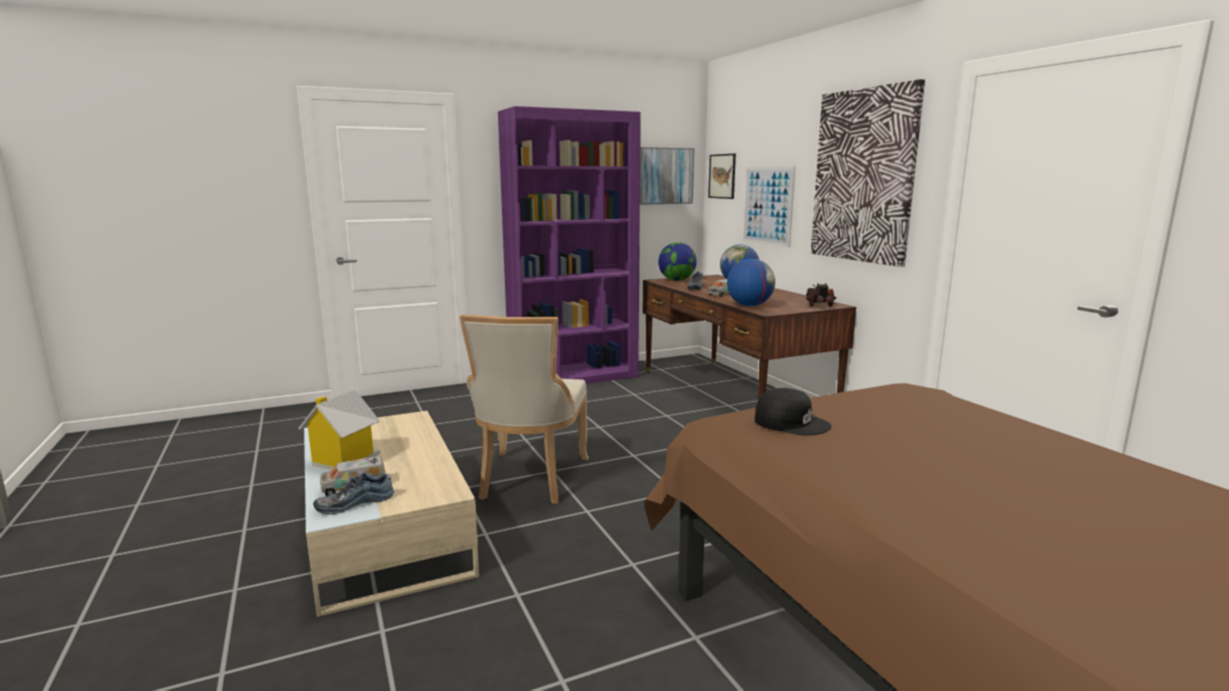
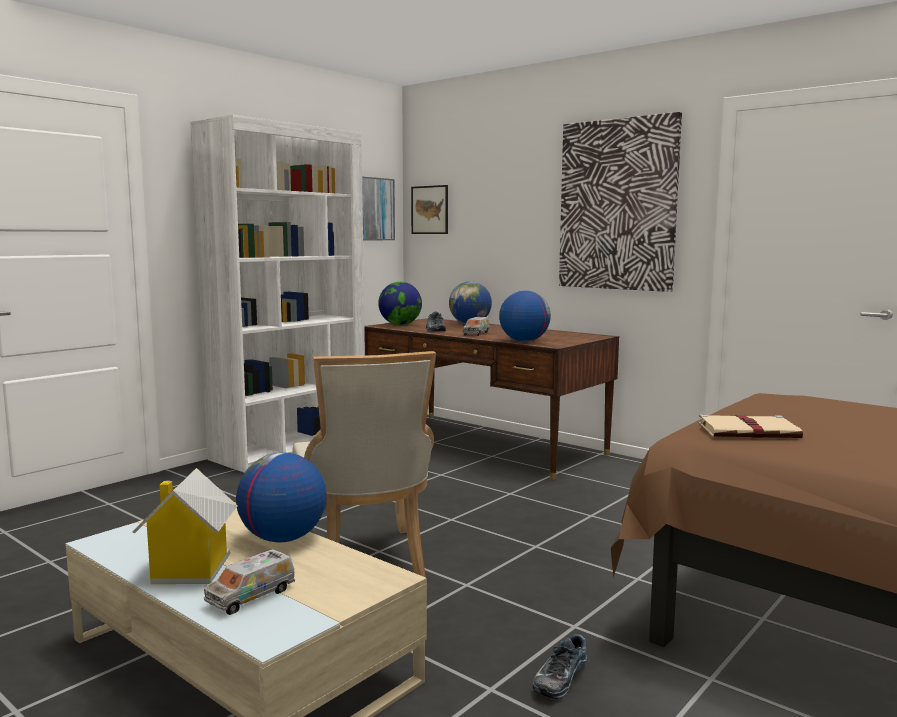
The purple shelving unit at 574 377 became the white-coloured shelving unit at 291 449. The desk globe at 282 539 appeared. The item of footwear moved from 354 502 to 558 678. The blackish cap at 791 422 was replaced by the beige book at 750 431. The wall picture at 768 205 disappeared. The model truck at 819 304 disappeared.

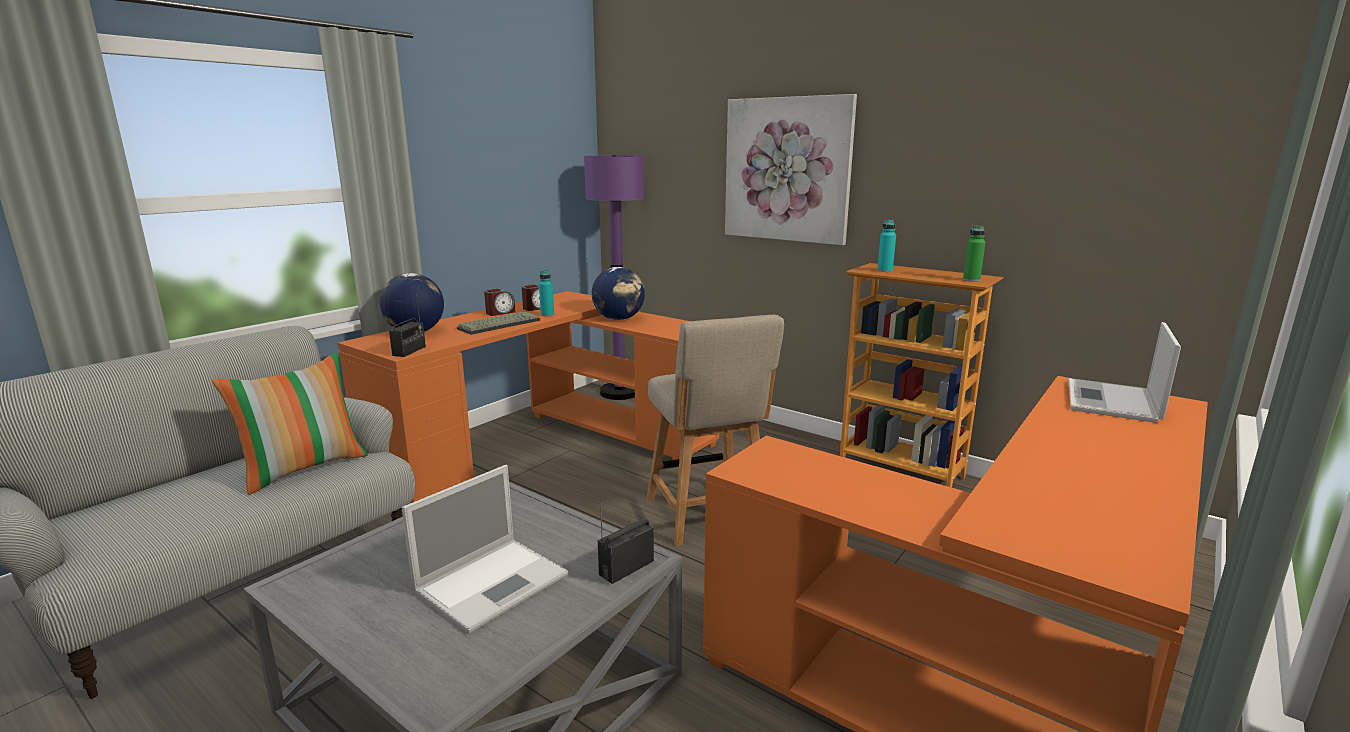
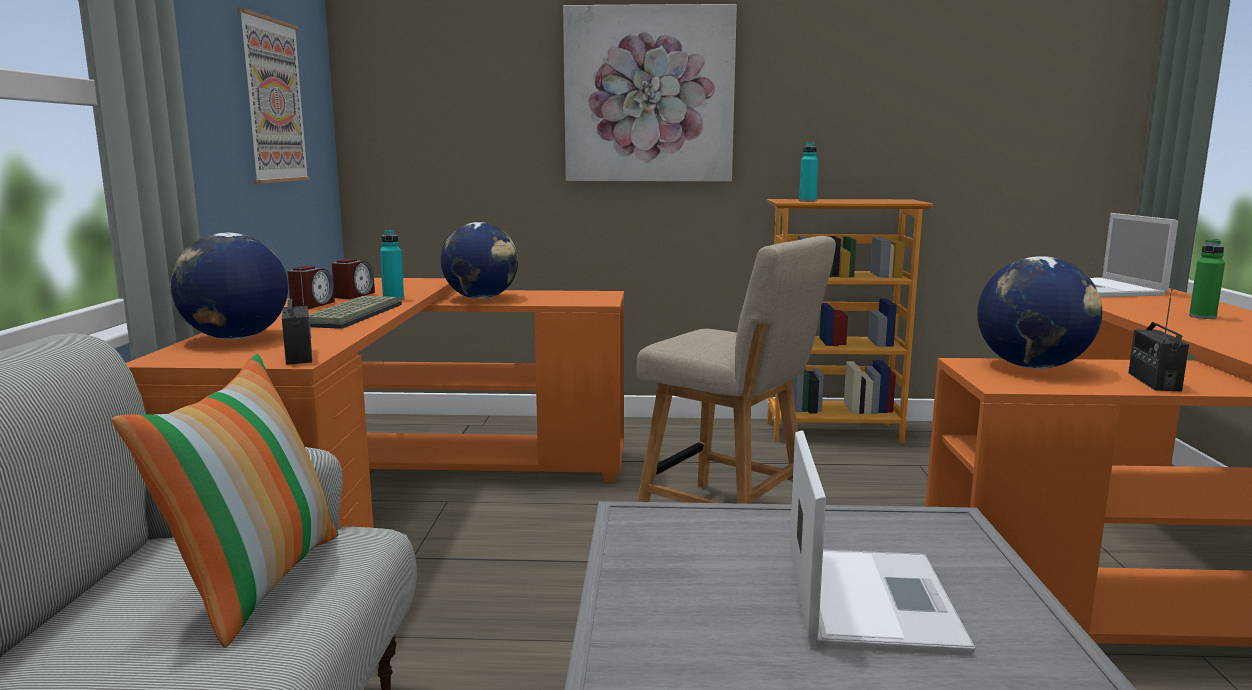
The wall picture at 273 101 appeared. The desk globe at 1032 367 appeared. The radio receiver moved from 626 567 to 1153 382. The green-coloured beverage bottle moved from 971 280 to 1202 317. The purple standard lamp at 620 392 disappeared.

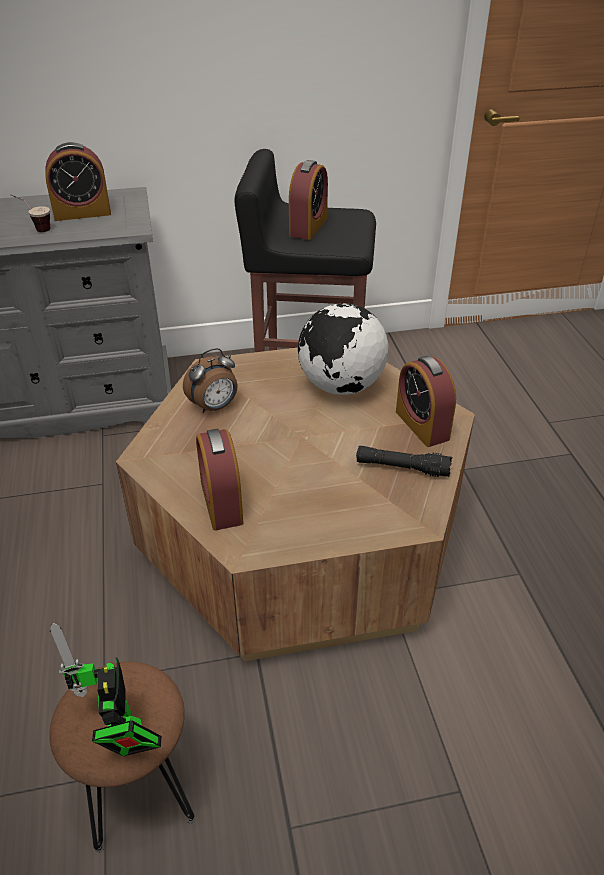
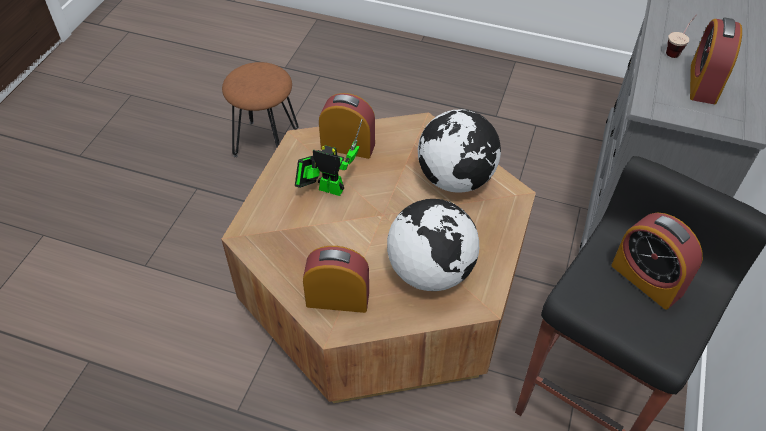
The toy robot moved from 121 735 to 327 188. The table clock at 214 407 was replaced by the desk globe at 456 179. The blackish hand torch at 402 468 disappeared.

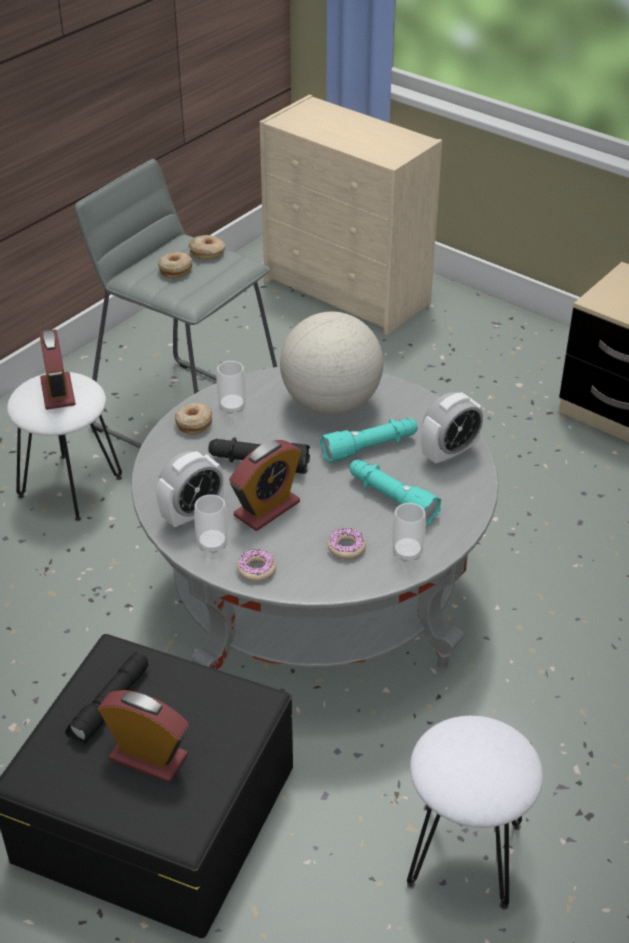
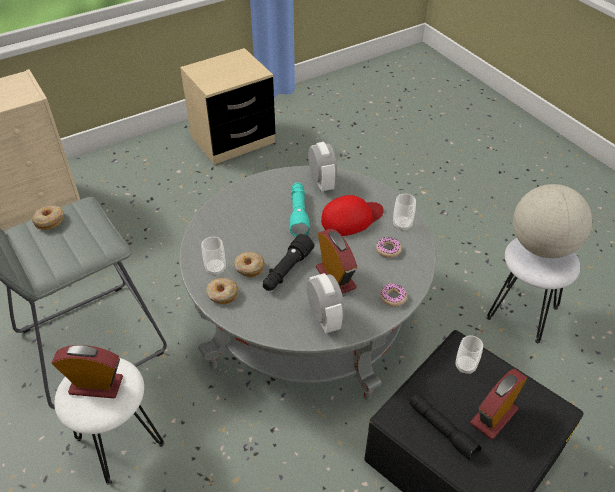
The ring doughnut moved from 175 270 to 249 268. The turquoise-coloured hand torch at 391 499 was replaced by the red-coloured cap at 351 218. The drinking cup moved from 212 544 to 465 366. The desk globe moved from 331 404 to 542 246.

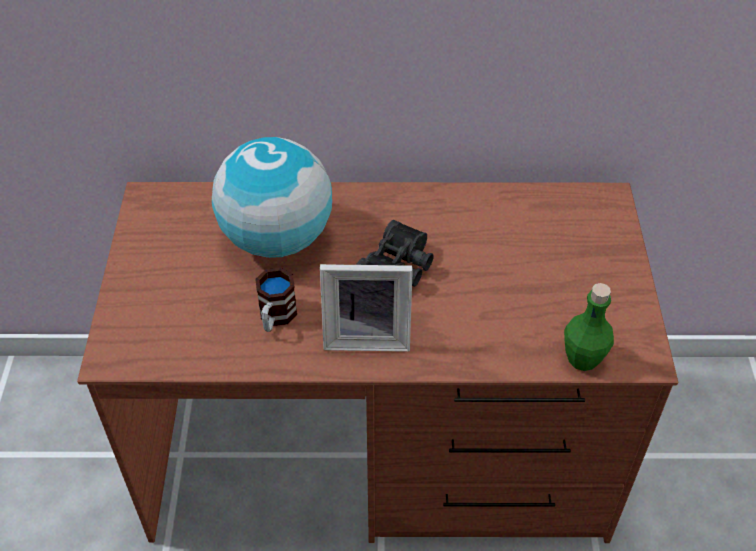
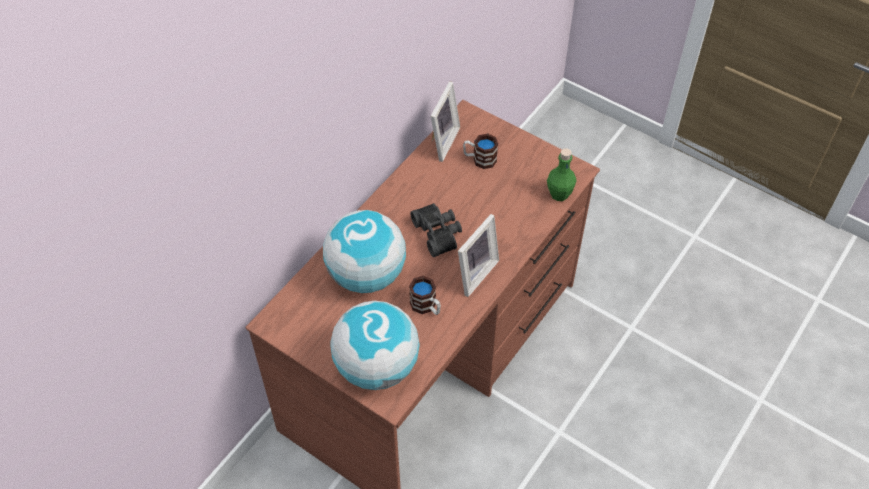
The desk globe at 376 366 appeared. The photo frame at 440 141 appeared. The tea mug at 479 159 appeared.

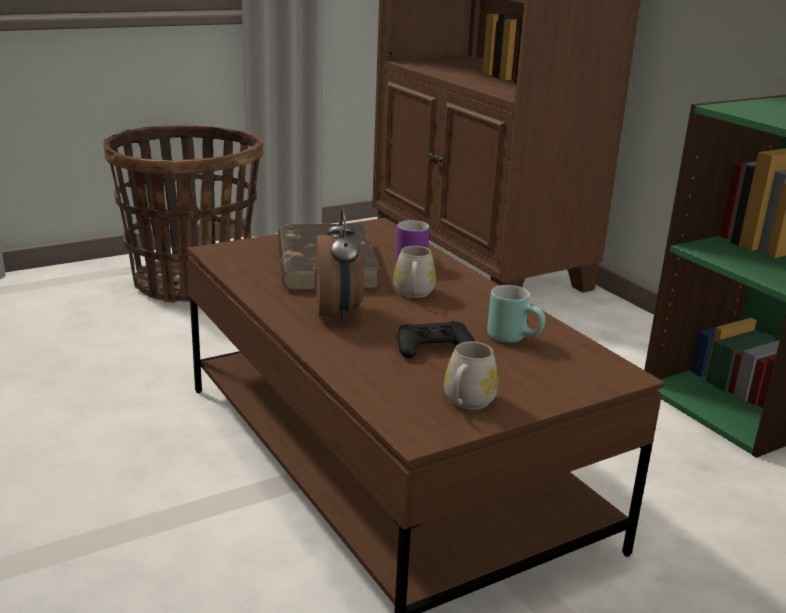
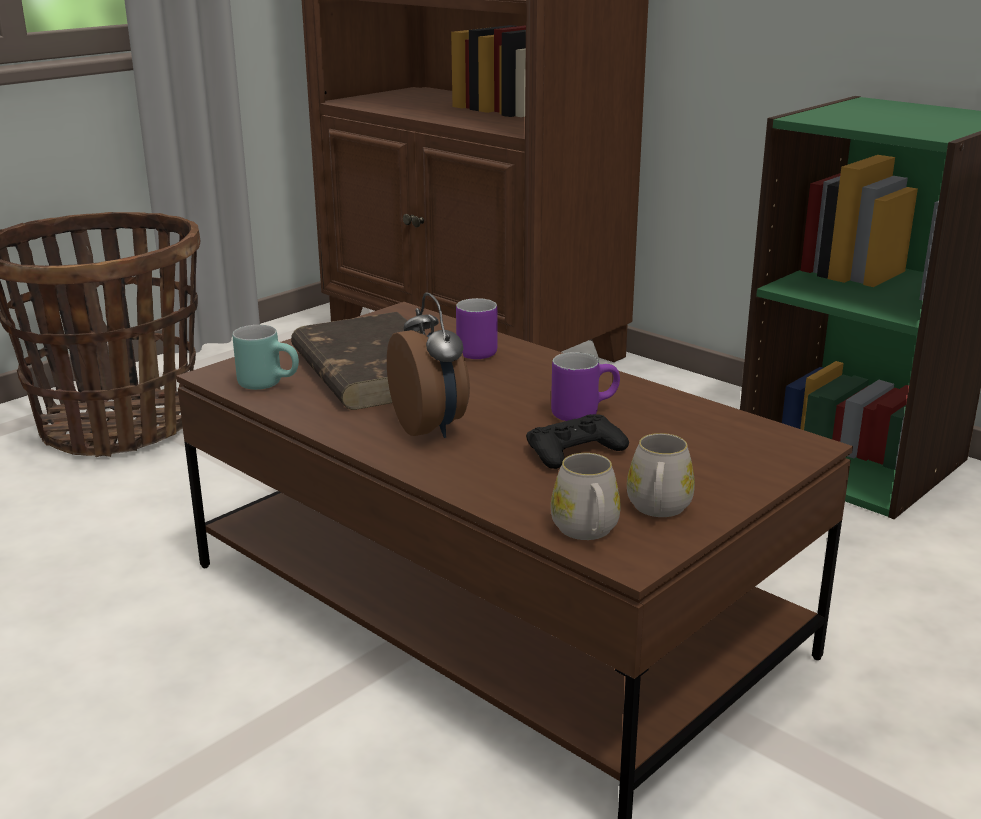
The turquoise-coloured tea mug moved from 515 338 to 270 383. The purple tea mug at 583 412 appeared. The white-coloured tea mug moved from 413 294 to 587 531.

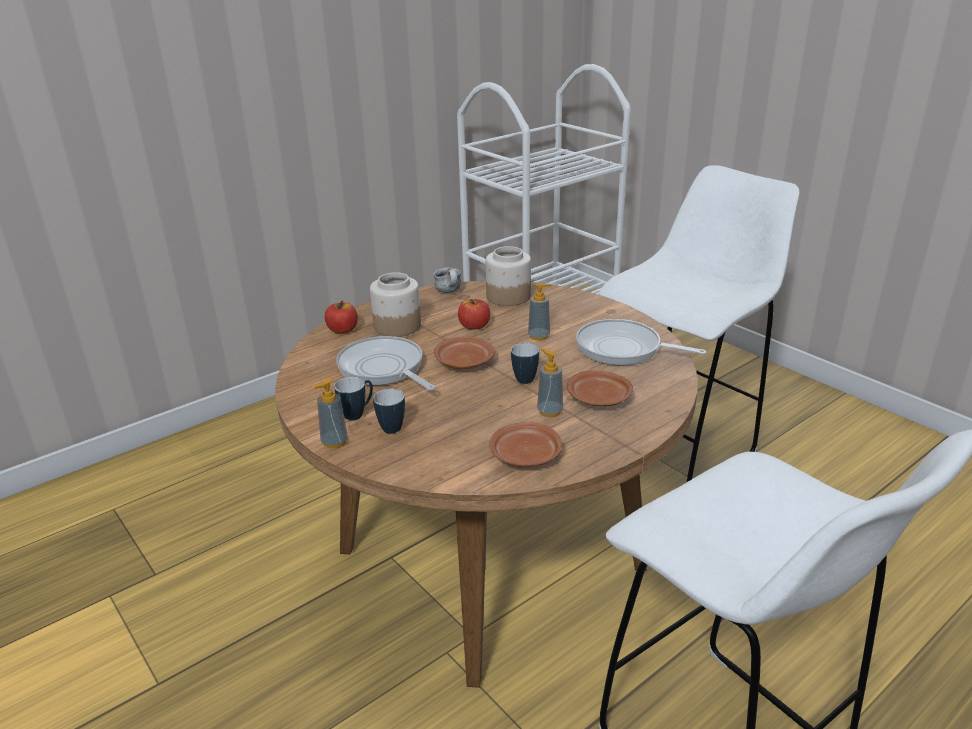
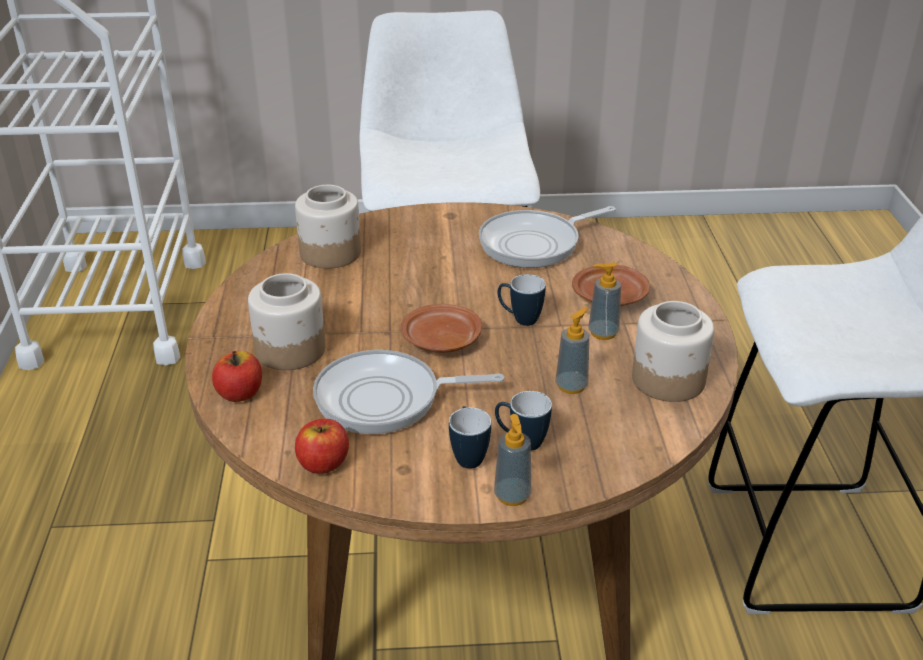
The whole apple moved from 474 326 to 323 463. The soap dispenser moved from 539 336 to 571 386. The brownish plate at 525 456 was replaced by the storage jar at 668 380. The tea mug at 450 292 disappeared.

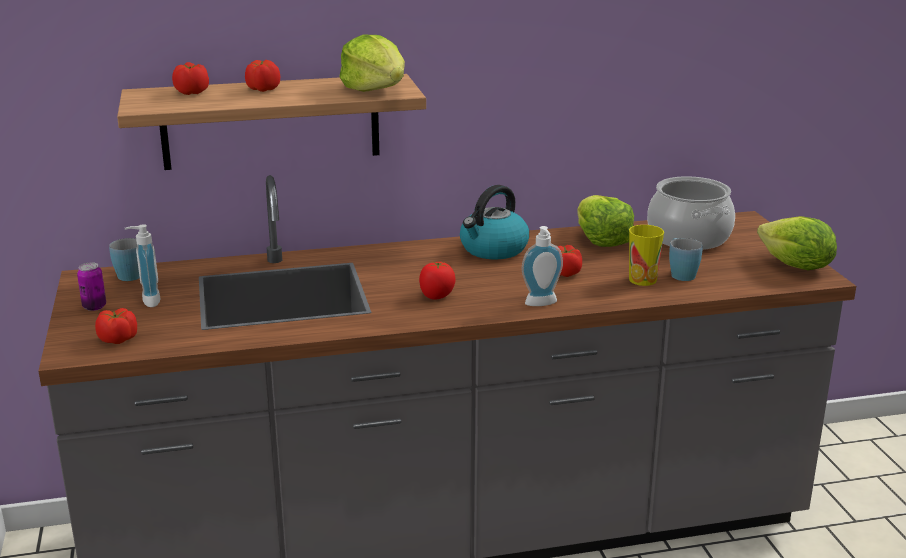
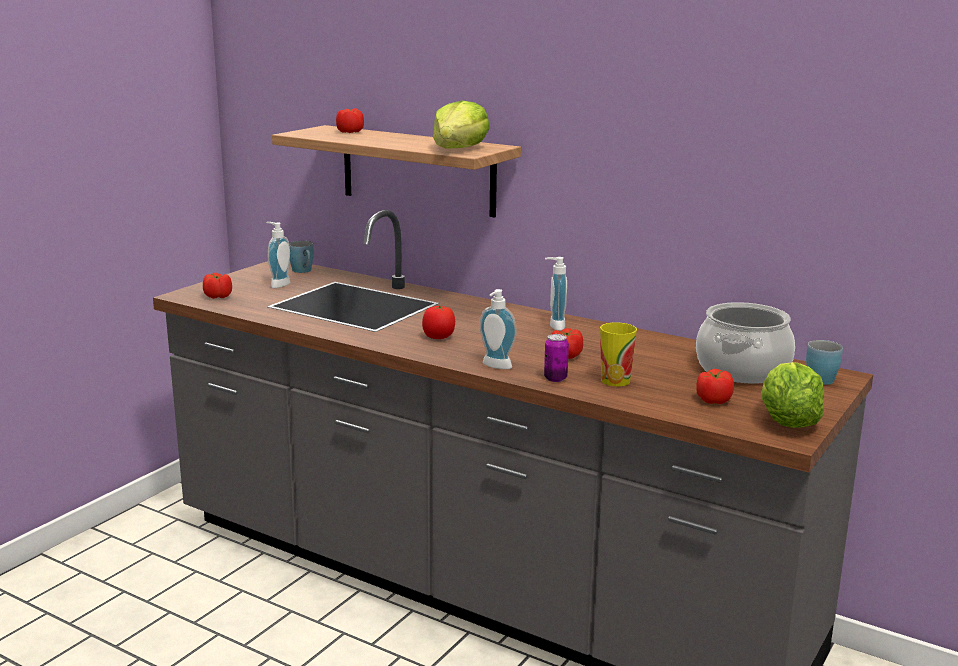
The can moved from 94 307 to 555 378. The kettle at 493 249 was replaced by the soap dispenser at 554 326. The tomato moved from 263 89 to 713 400. The blue tea mug moved from 680 273 to 822 378. The head of lettuce at 601 240 disappeared.

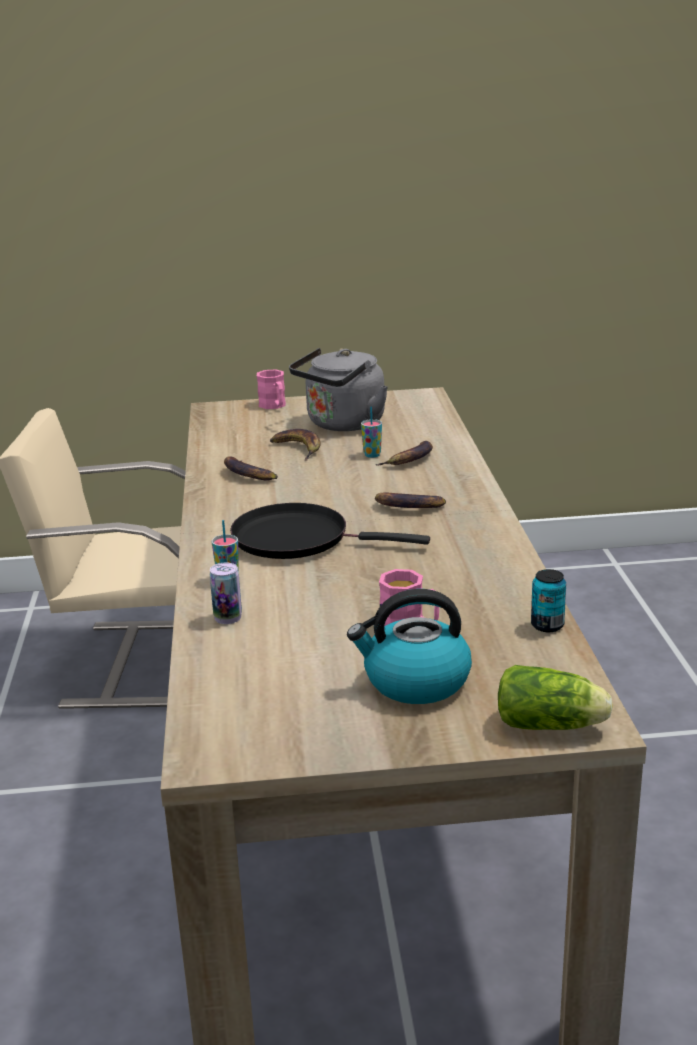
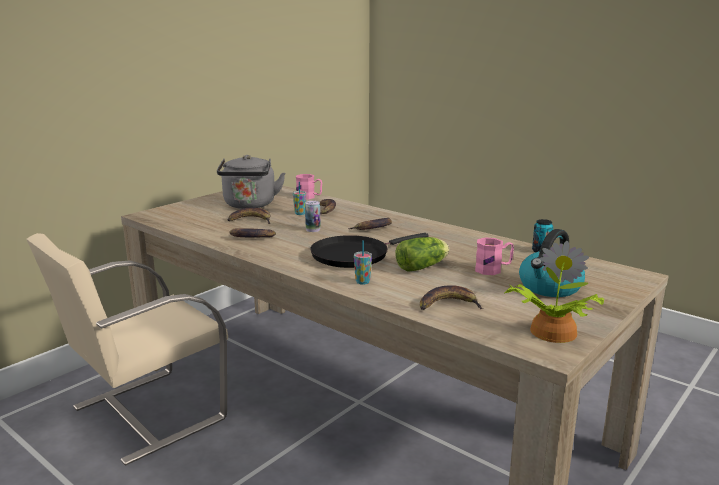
The pink tea mug moved from 274 406 to 309 197. The can moved from 228 617 to 313 229. The head of lettuce moved from 553 725 to 423 266. The banana fruit at 448 304 appeared. The plant in a pot at 551 332 appeared.

